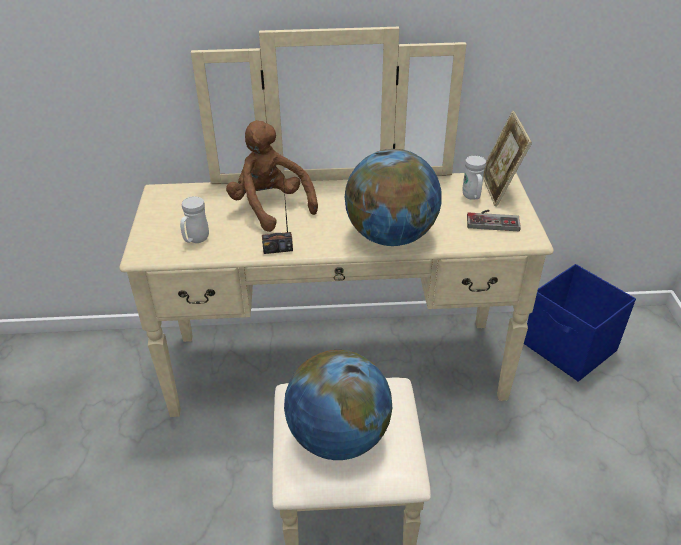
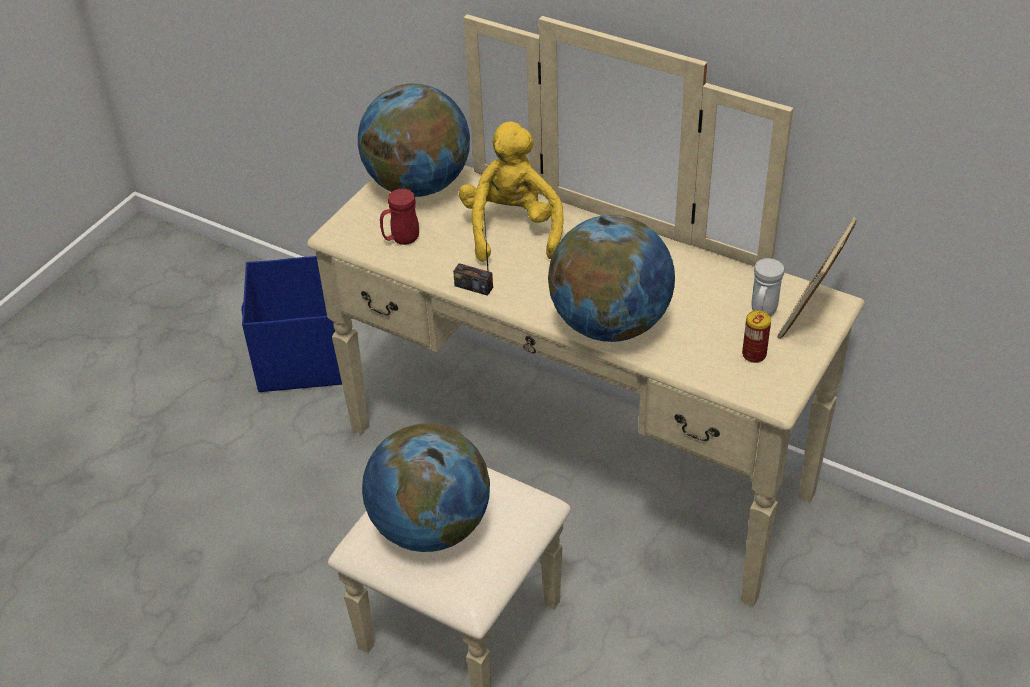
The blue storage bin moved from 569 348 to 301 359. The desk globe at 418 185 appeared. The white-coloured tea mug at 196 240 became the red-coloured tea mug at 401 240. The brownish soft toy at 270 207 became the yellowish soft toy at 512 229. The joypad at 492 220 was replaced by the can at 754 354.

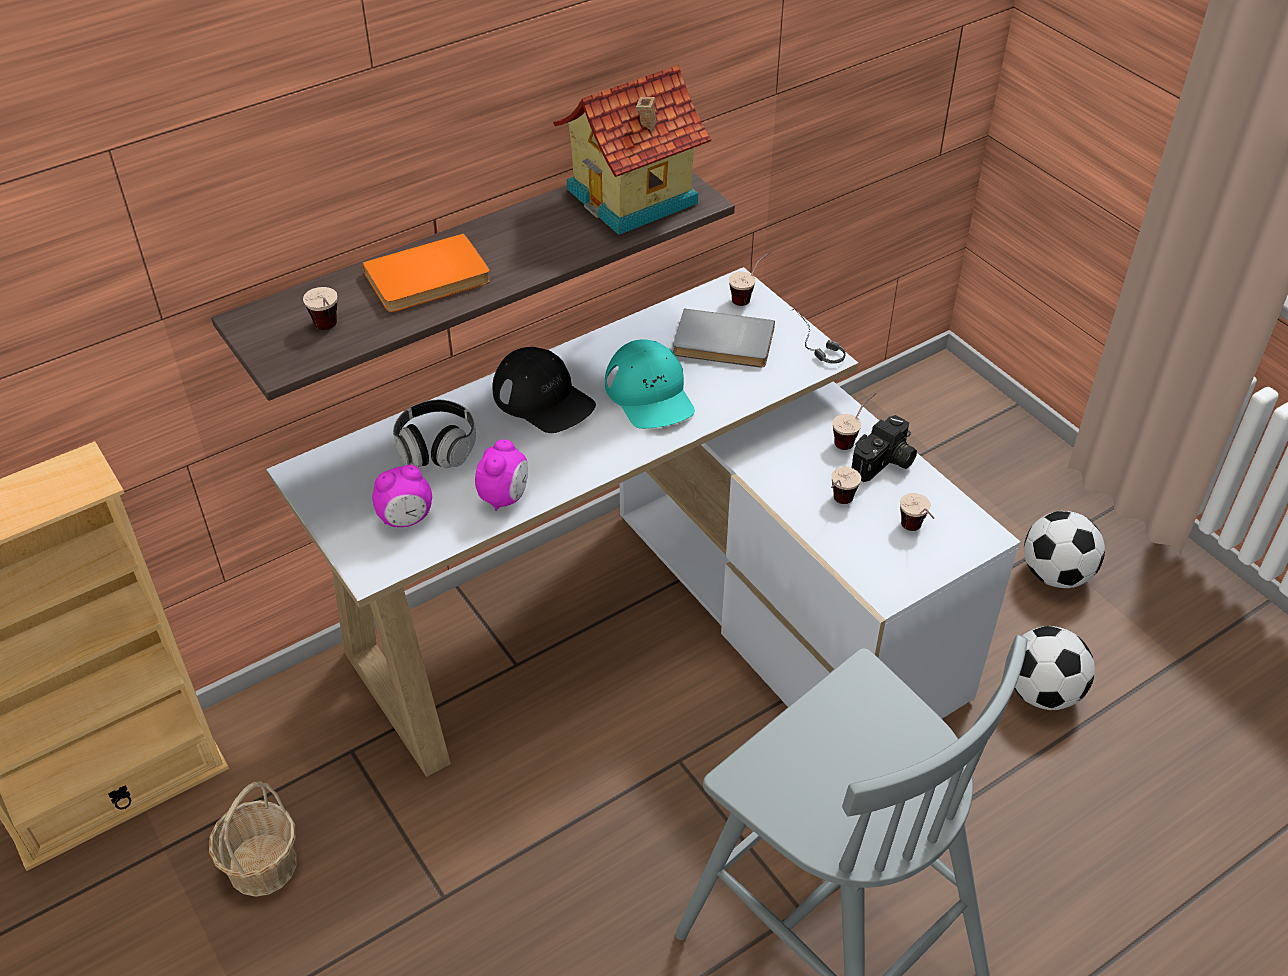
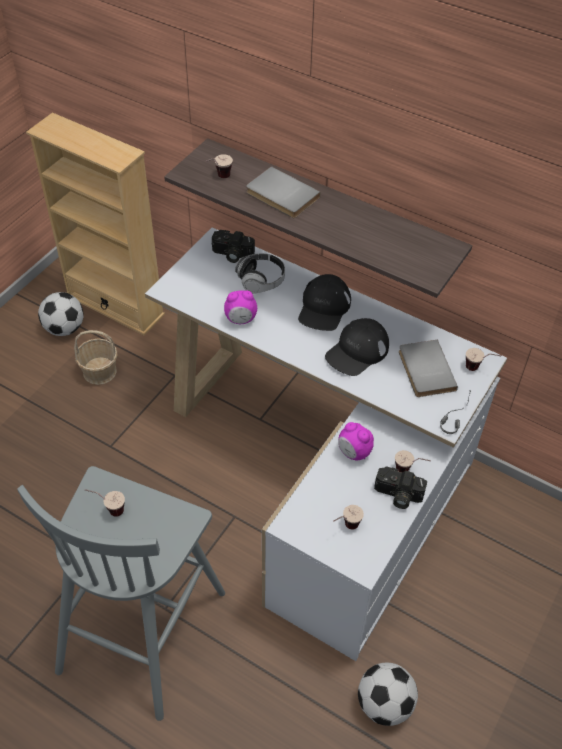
The football moved from 1055 574 to 64 328. The drinking cup moved from 838 505 to 108 510. The photo camera at 231 255 appeared. The orange book at 429 279 became the grey book at 281 196. The turquoise-coloured cap at 650 394 became the blackish cap at 357 351. The table clock moved from 406 519 to 353 452. The miniature house at 634 198 disappeared.

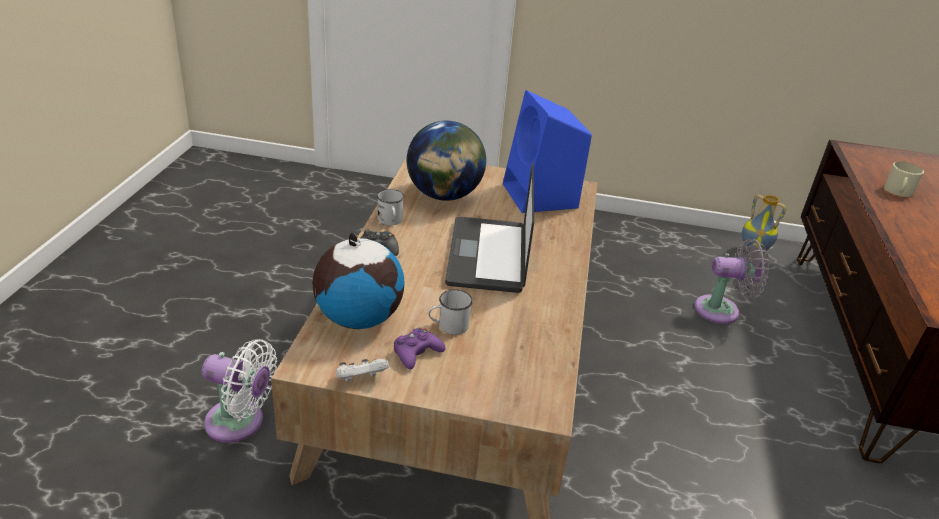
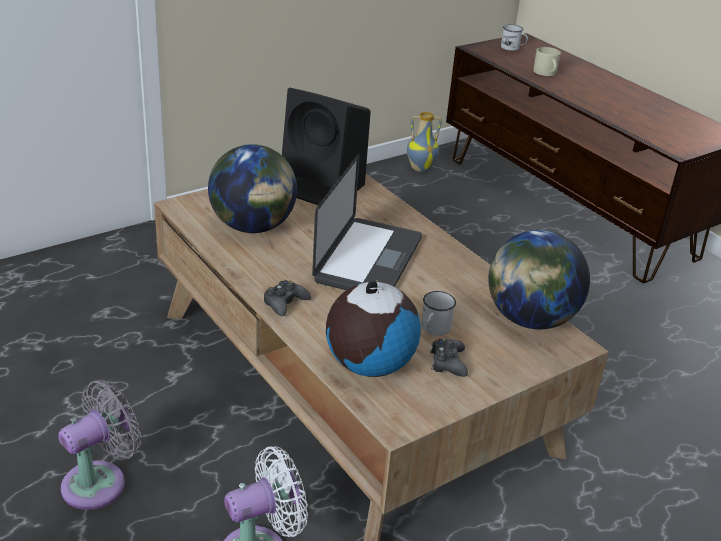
The grey fan moved from 721 310 to 100 482. The blue loudspeaker at 541 197 became the blackish loudspeaker at 324 189. The notebook computer at 487 255 turned 120 degrees counterclockwise. The purple joypad at 416 353 became the blackish joypad at 448 362. The desk globe at 529 319 appeared. The white-coloured tea mug moved from 390 221 to 513 48. The white-coloured joypad at 360 380 disappeared.

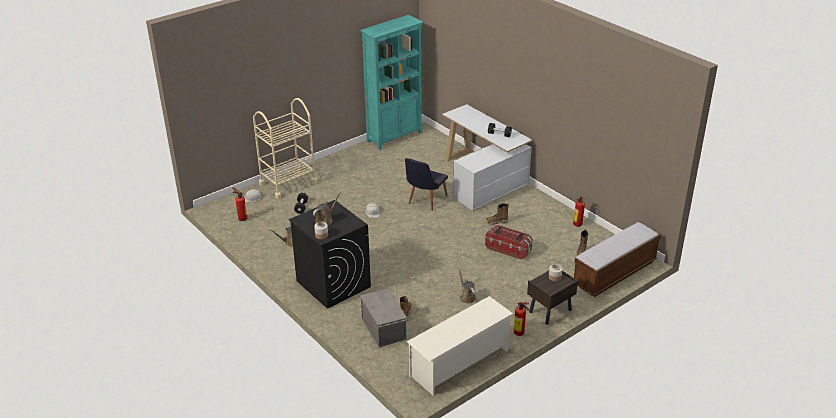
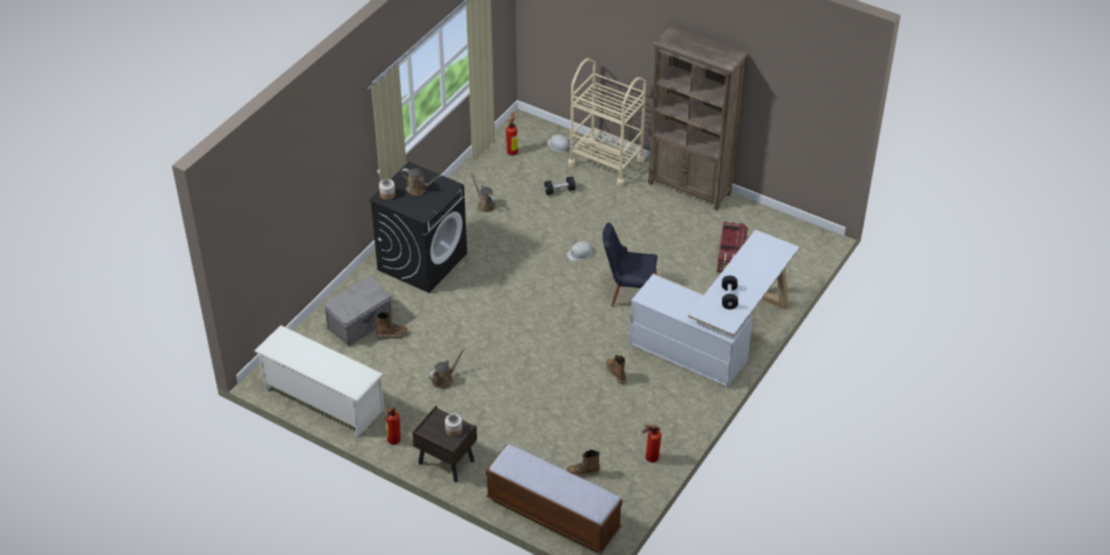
The brownish shelving unit at 690 188 appeared. The storage bin moved from 508 249 to 730 256. The turquoise-coloured shelving unit at 394 136 disappeared.

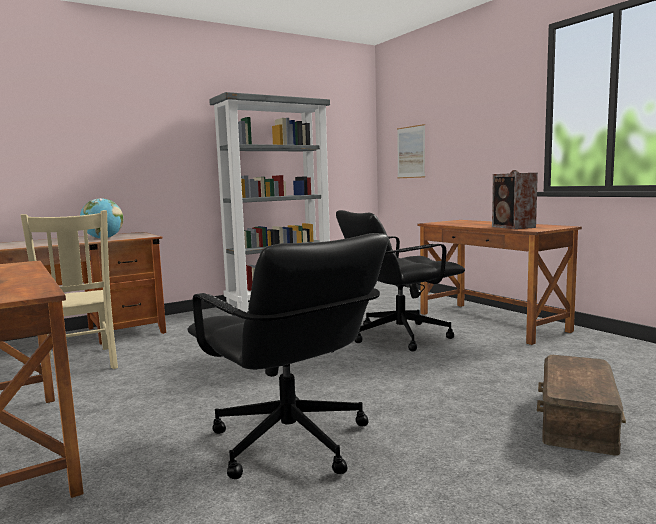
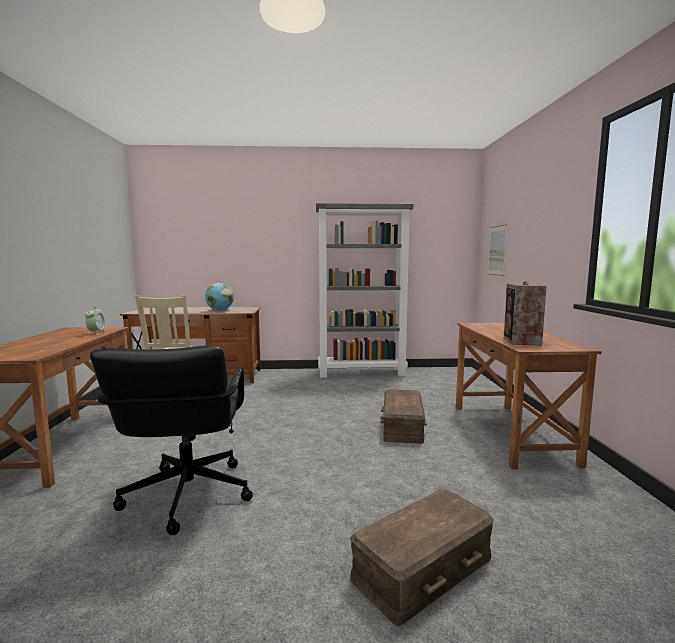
The table clock at 96 333 appeared. The blackish computer chair at 398 336 was replaced by the brownish storage bin at 401 426.

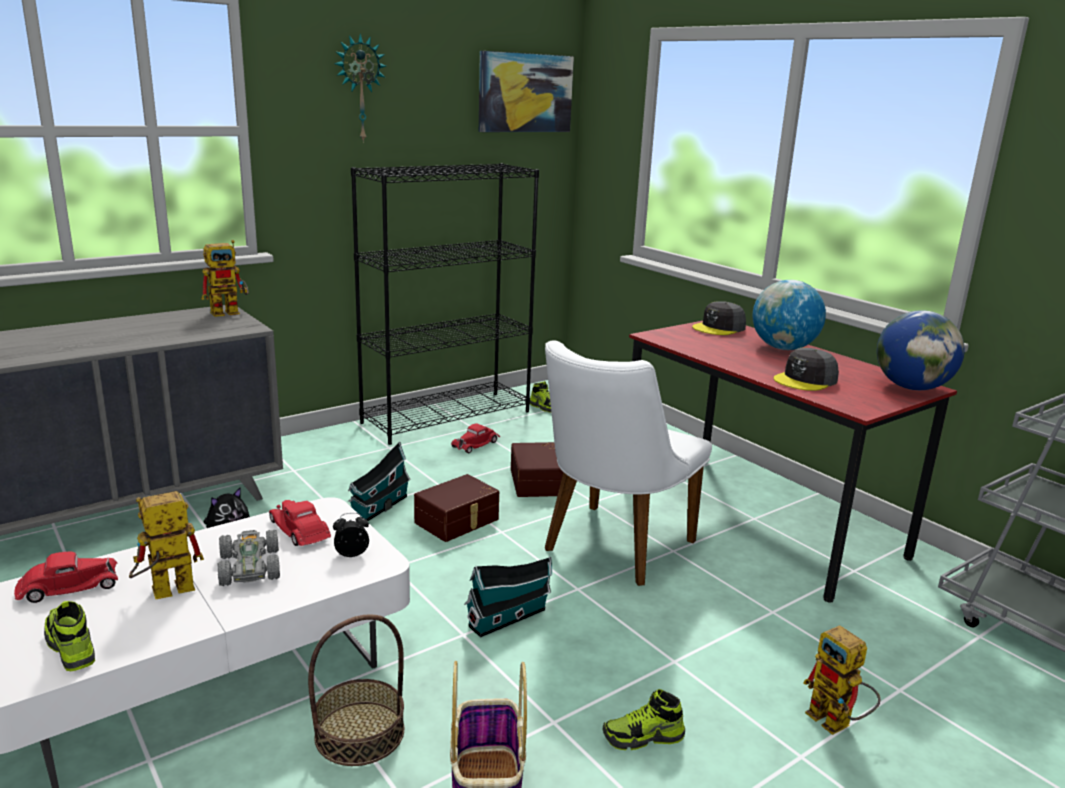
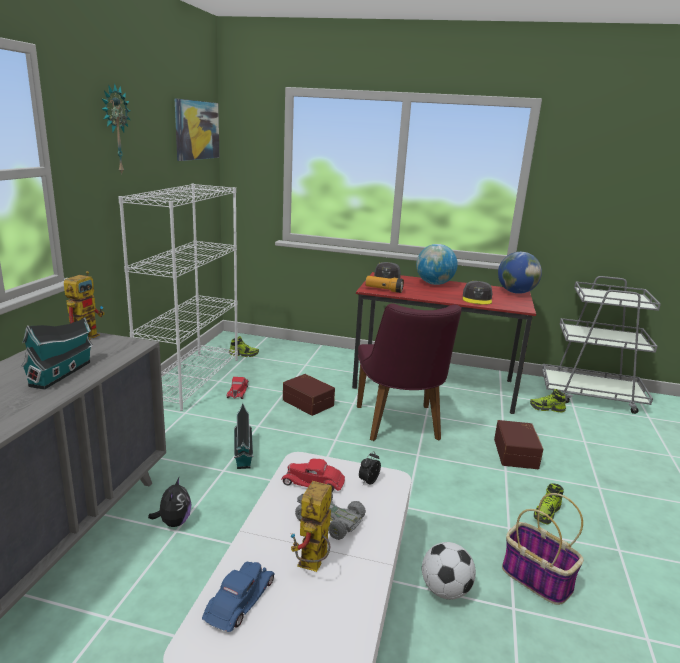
The miniature house moved from 510 617 to 63 373. The blackish shelving unit at 447 417 became the white-coloured shelving unit at 191 379. The red-coloured model car at 68 586 became the blue model car at 239 600. The white-coloured upright chair at 610 549 became the purple upright chair at 400 427. The hand torch at 384 290 appeared. The household basket at 359 733 was replaced by the football at 445 590. The brownish storage bin moved from 458 521 to 517 453. The item of footwear moved from 70 647 to 547 408. The toy robot at 837 723 disappeared.

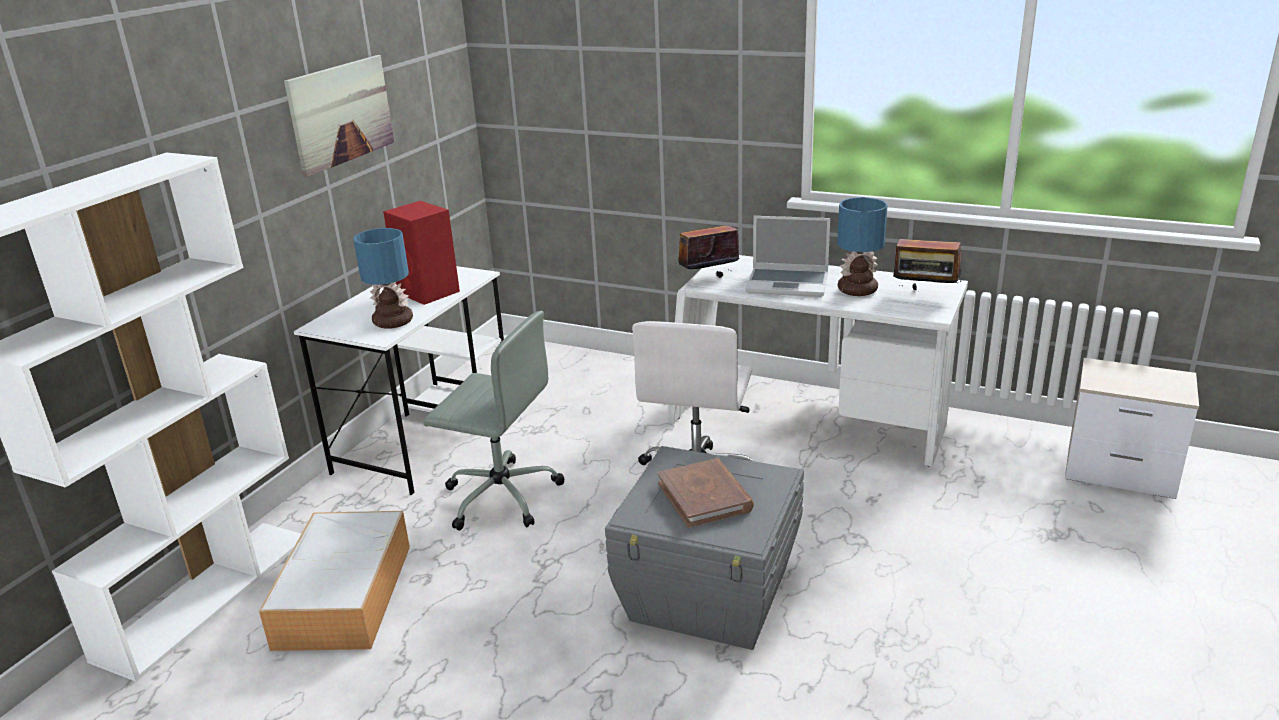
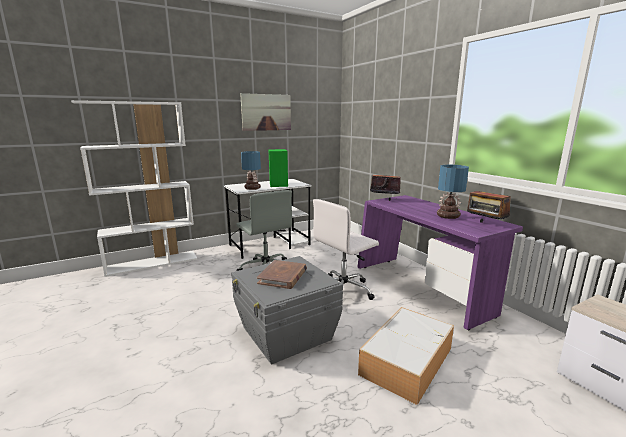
The red-coloured loudspeaker at 429 292 became the green-coloured loudspeaker at 278 185. The white-coloured desk table at 808 424 became the purple desk table at 421 289. The storage bin moved from 344 593 to 407 360. The notebook computer at 788 284 disappeared.

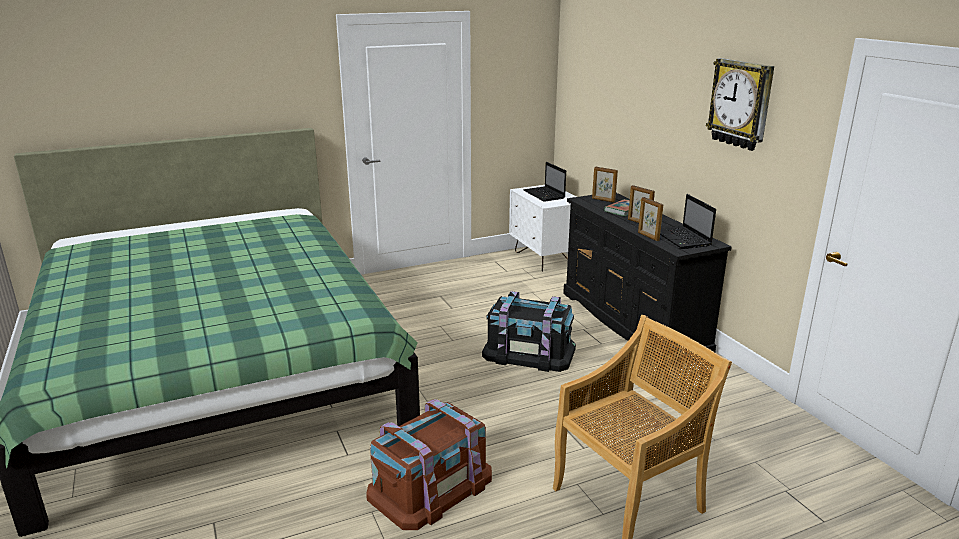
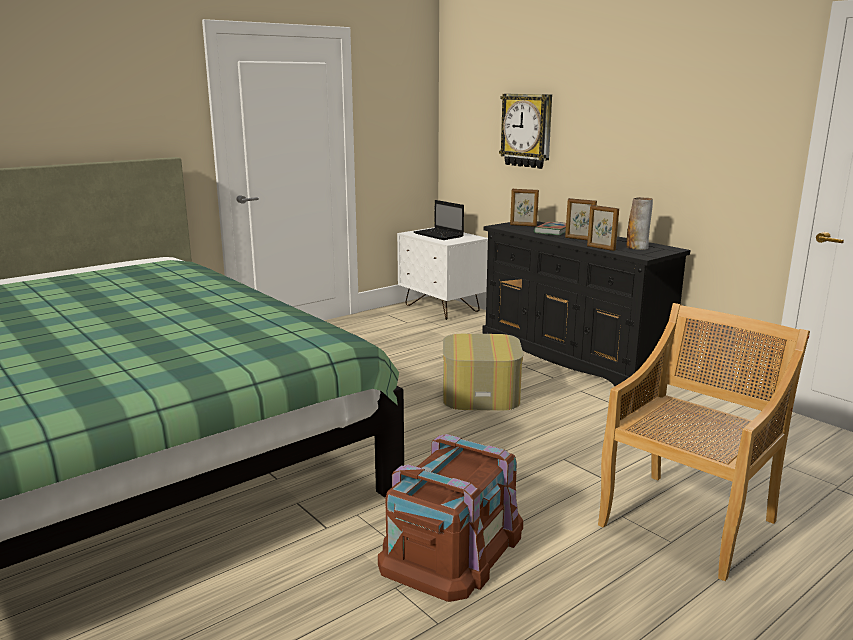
The blackish storage bin at 529 352 was replaced by the footrest at 481 394. The clock on the wall moved from 741 104 to 527 130. The notebook computer at 683 239 was replaced by the flower vase at 637 247.

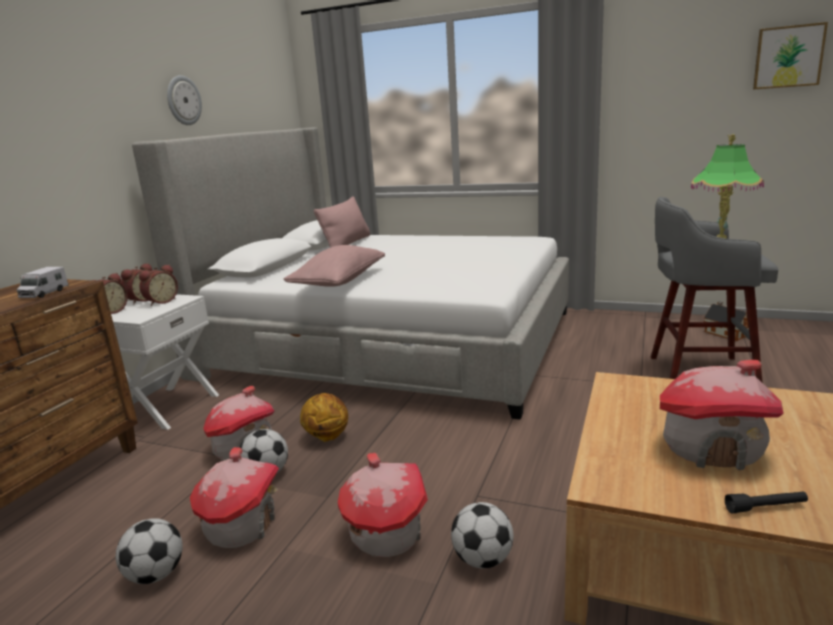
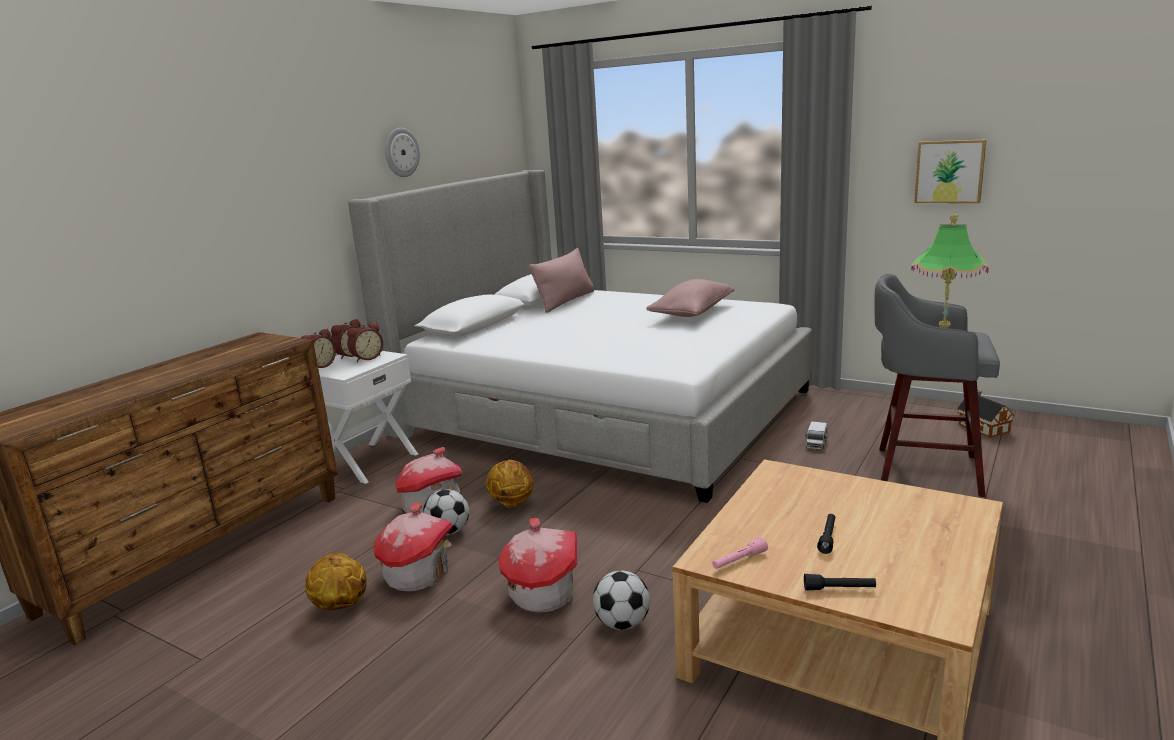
The football at 155 575 was replaced by the basketball at 340 605. The pink throw pillow moved from 339 282 to 692 313. The pink hand torch at 739 560 appeared. The model truck moved from 44 293 to 816 444. The miniature house at 712 448 was replaced by the blackish hand torch at 828 538. The wall picture moved from 788 57 to 949 171.

